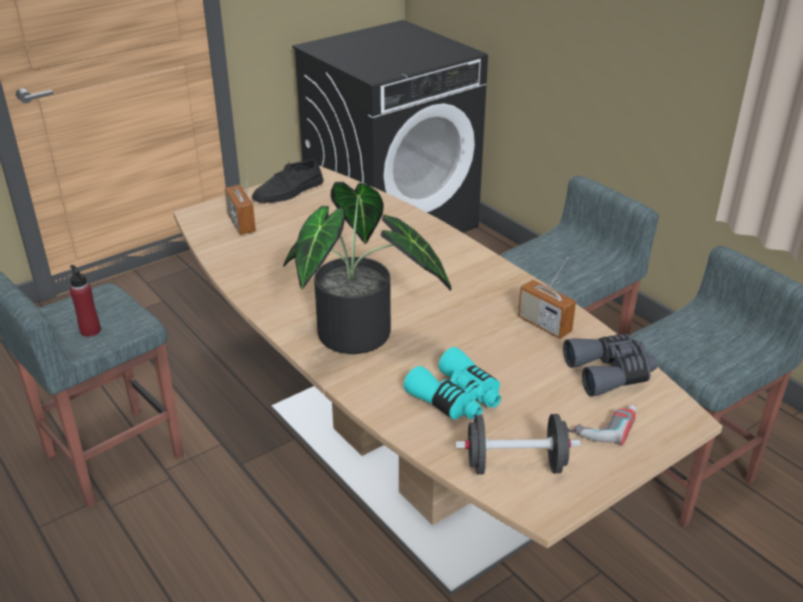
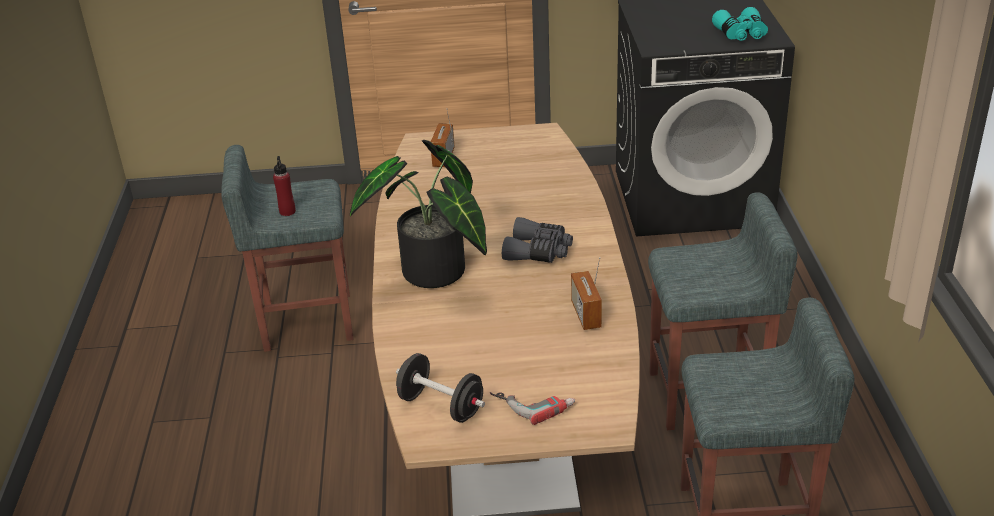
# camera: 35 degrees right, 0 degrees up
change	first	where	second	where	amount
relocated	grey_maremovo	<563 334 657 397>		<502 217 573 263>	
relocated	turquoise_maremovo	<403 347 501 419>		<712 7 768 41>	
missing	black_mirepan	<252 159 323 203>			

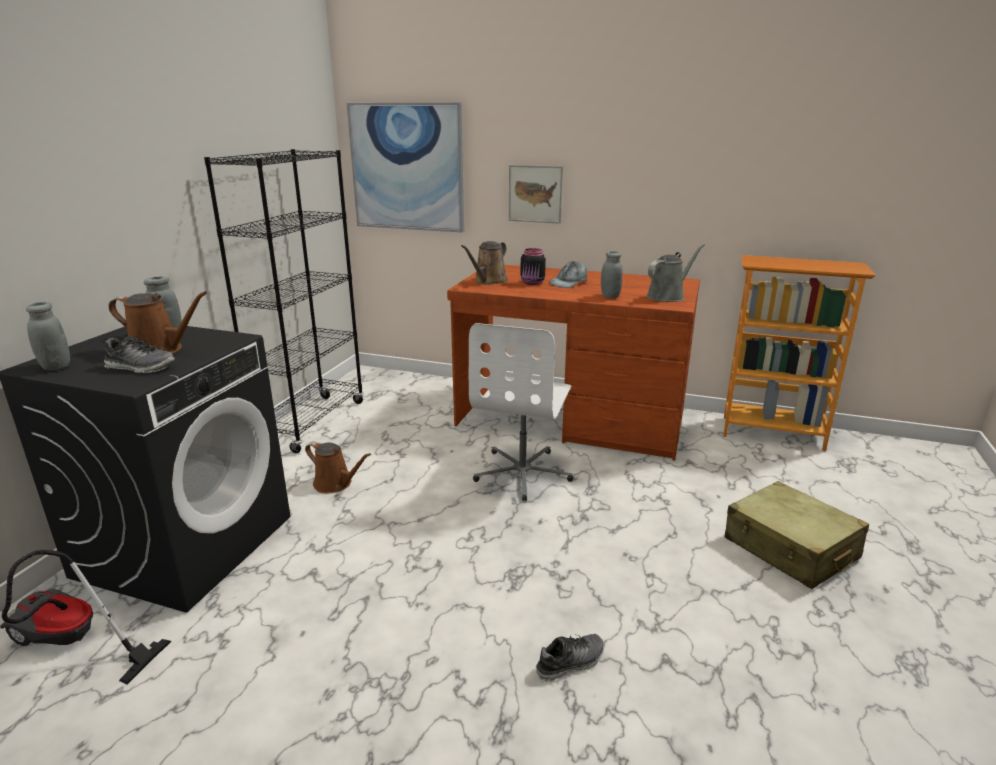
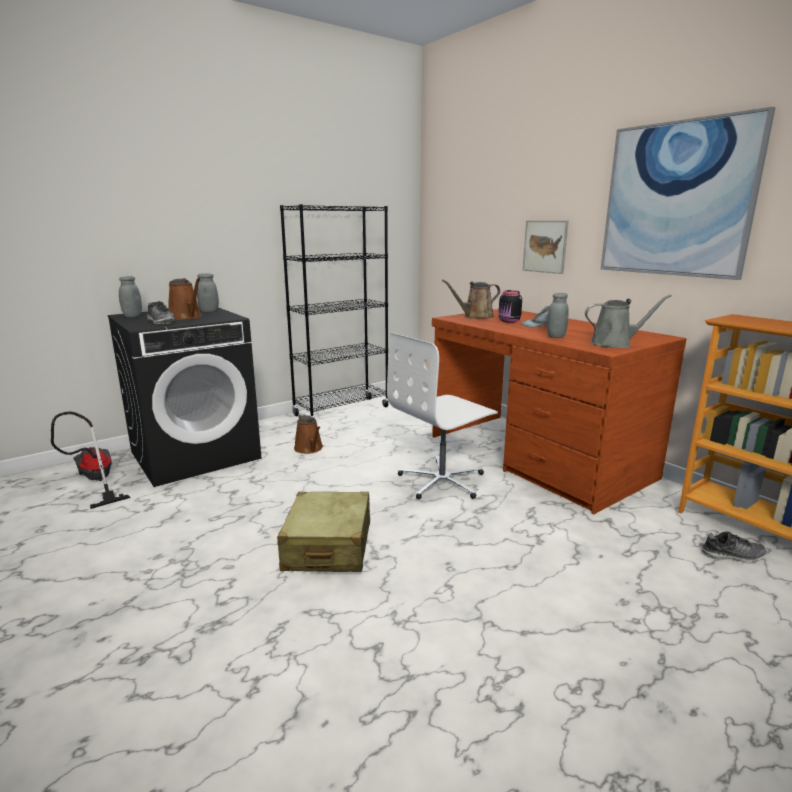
# camera: 35 degrees right, 5 degrees down
change	first	where	second	where	amount
relocated	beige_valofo	<725 481 869 589>		<277 492 370 572>	
relocated	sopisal	<347 103 464 232>		<601 107 776 280>	
relocated	mirepan	<536 634 604 682>		<701 532 767 563>	

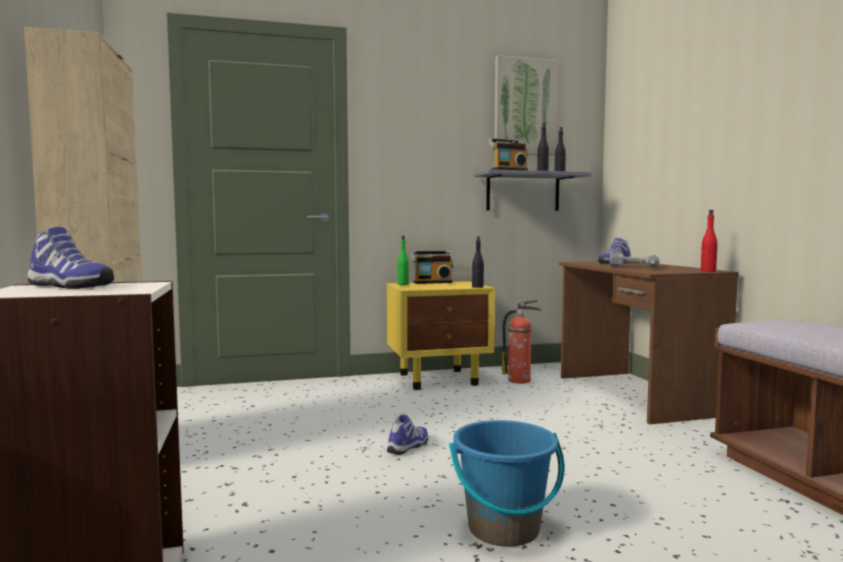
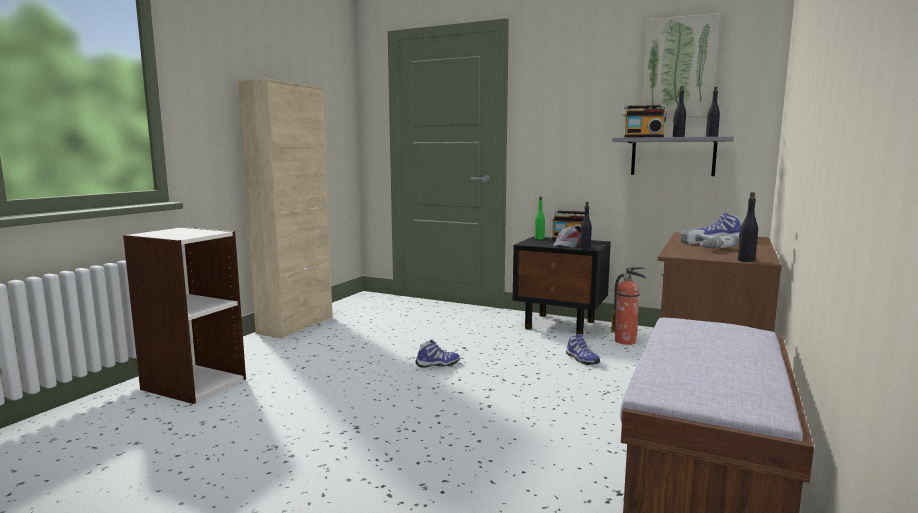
# camera: 40 degrees right, 5 degrees up
change	first	where	second	where	amount
colour	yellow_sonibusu	<386 281 495 390>	black_sonibusu	<513 236 611 334>	
appeared			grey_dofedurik	<553 226 580 248>	
relocated	mirepan	<28 227 114 289>		<566 334 600 365>	
colour	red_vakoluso	<701 210 718 272>	black_vakoluso	<738 192 758 262>	
missing	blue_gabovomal	<449 420 564 547>			

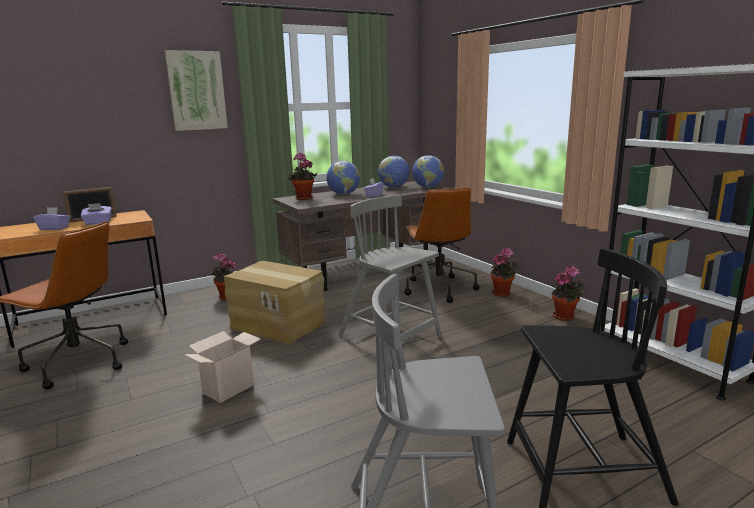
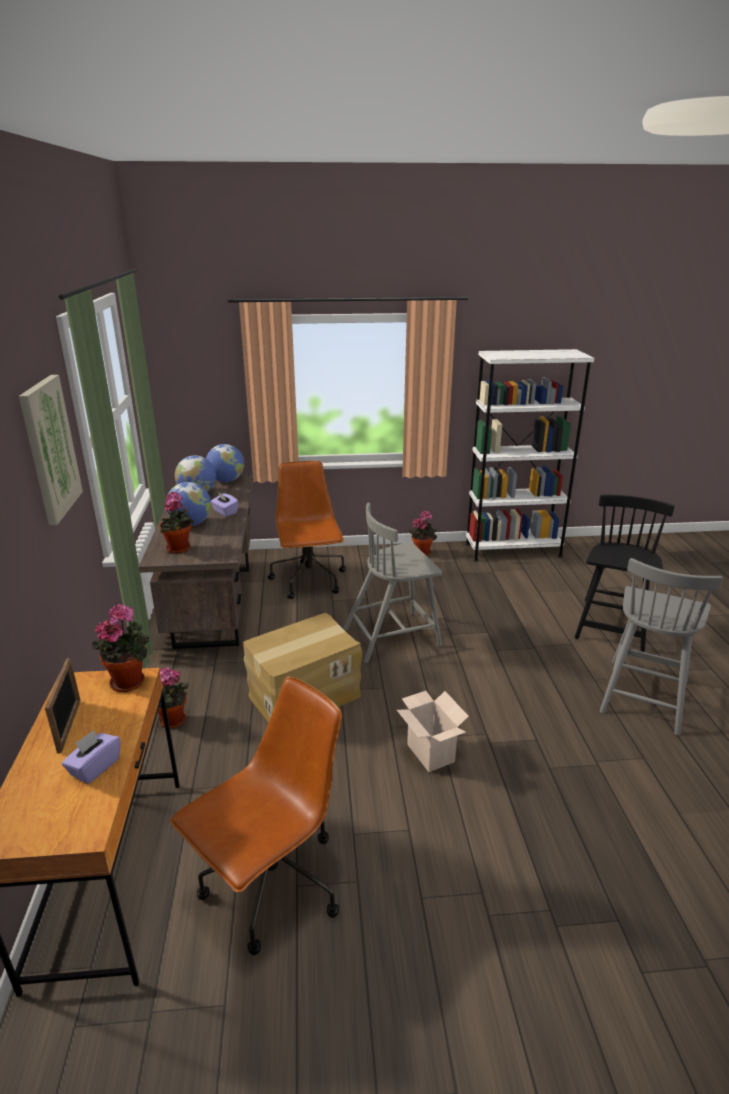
# camera: 65 degrees left, 10 degrees up
change	first	where	second	where	amount
relocated	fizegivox	<490 248 519 297>		<92 604 149 692>	
spun	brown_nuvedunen	<404 188 480 303>		<268 461 346 599>	120 degrees counterclockwise
missing	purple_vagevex	<81 203 112 225>			

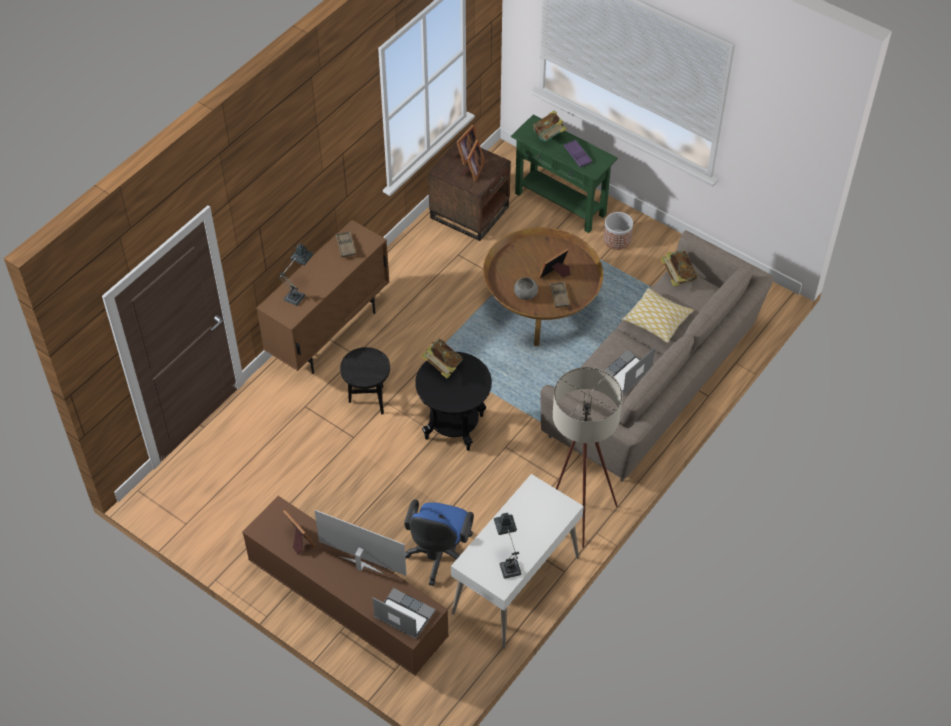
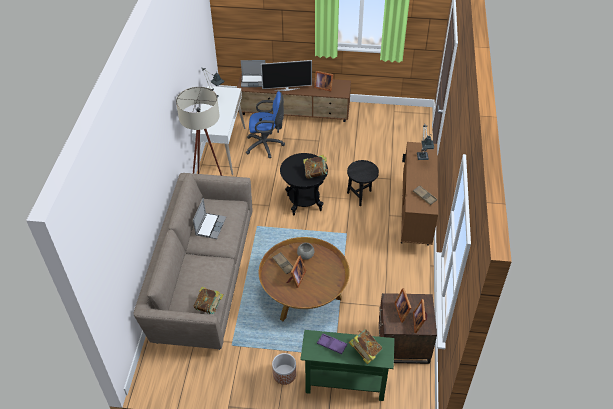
# camera: 150 degrees right, 5 degrees down
change	first	where	second	where	amount
spun	blue_nuvedunen	<404 499 474 586>		<246 91 285 158>	105 degrees clockwise
missing	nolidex	<622 288 694 344>			

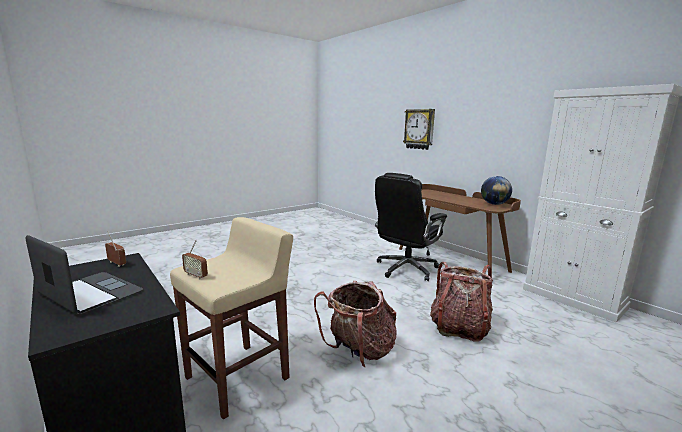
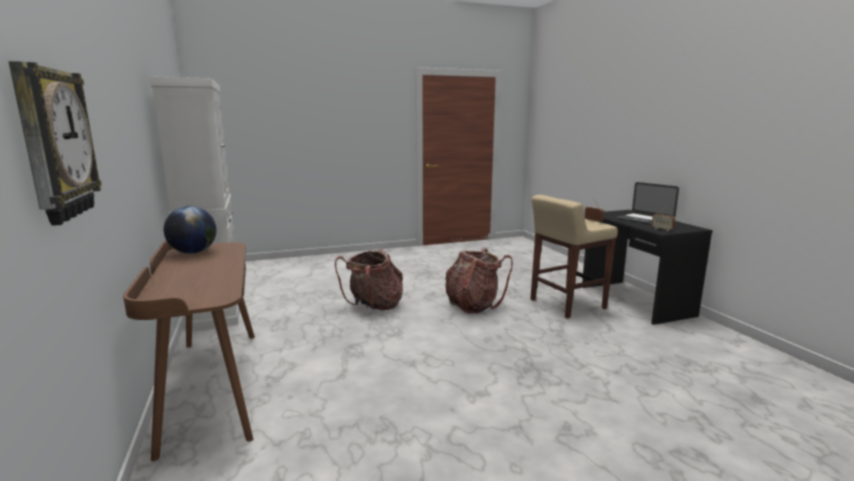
# camera: 160 degrees left, 0 degrees up
change	first	where	second	where	amount
missing	black_nuvedunen	<375 173 447 281>			

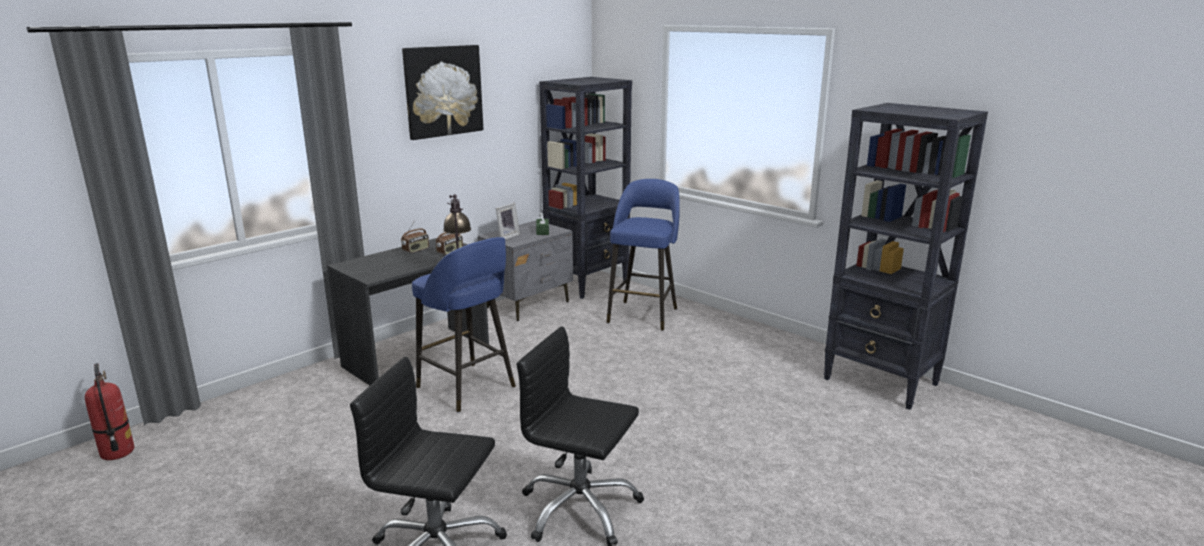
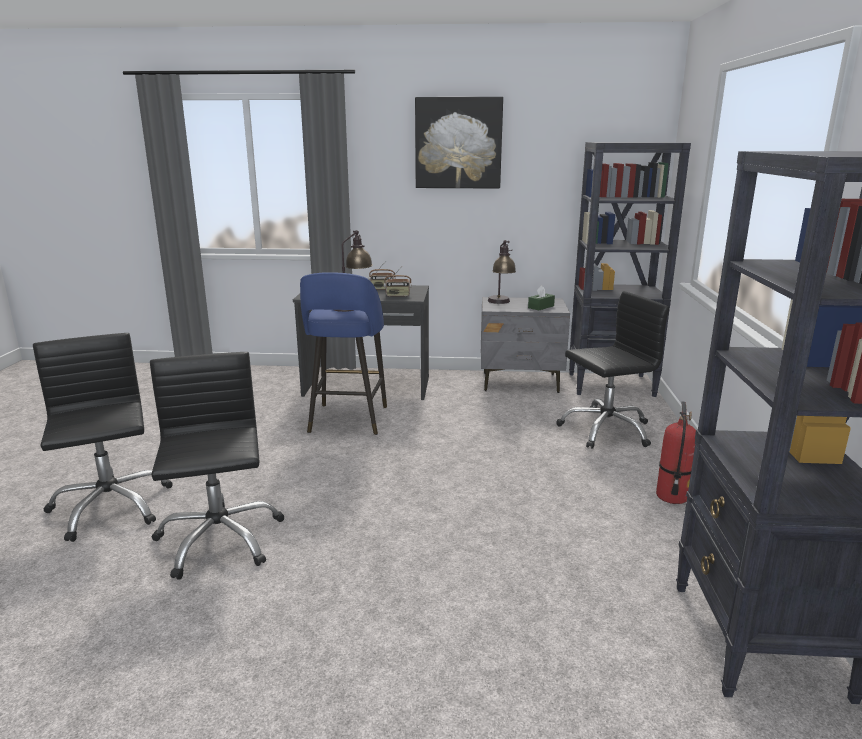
# camera: 50 degrees right, 0 degrees up
change	first	where	second	where	amount
exchanged	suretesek	<496 203 520 239>	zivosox	<488 240 516 304>	
exchanged	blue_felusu	<607 179 680 331>	black_nuvedunen	<556 291 669 449>	
relocated	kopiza	<85 363 134 460>		<656 402 696 504>	

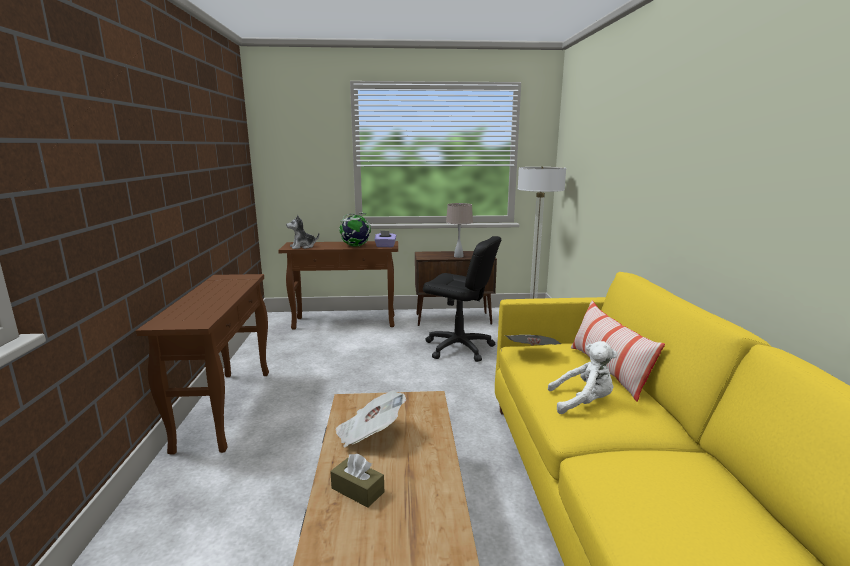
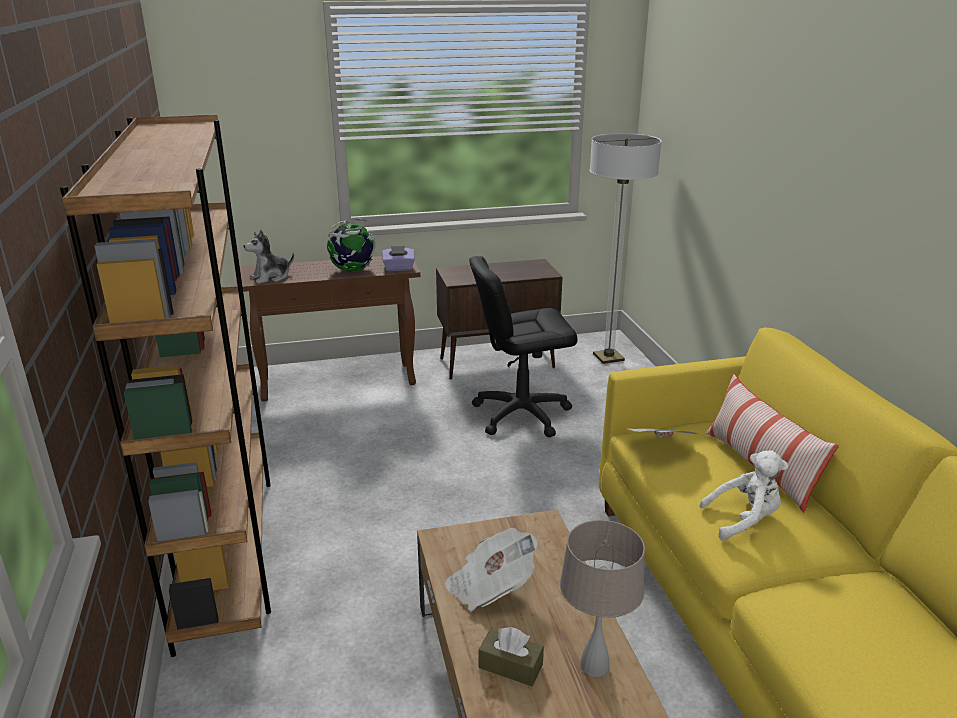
# camera: 10 degrees left, 10 degrees up
change	first	where	second	where	amount
exchanged	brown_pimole	<136 274 269 455>	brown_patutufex	<60 115 271 657>	
spun	black_nuvedunen	<423 236 501 362>		<469 256 578 437>	150 degrees clockwise
relocated	beige_zivosox	<446 203 473 258>		<560 520 645 677>	

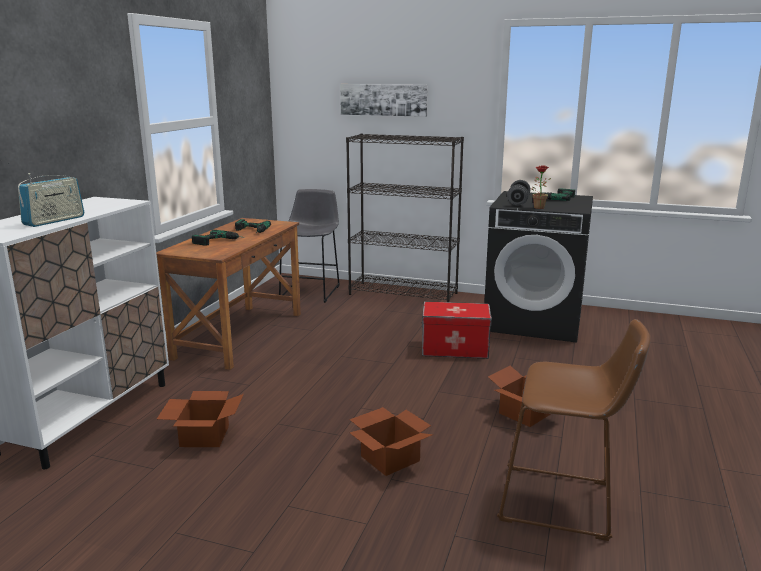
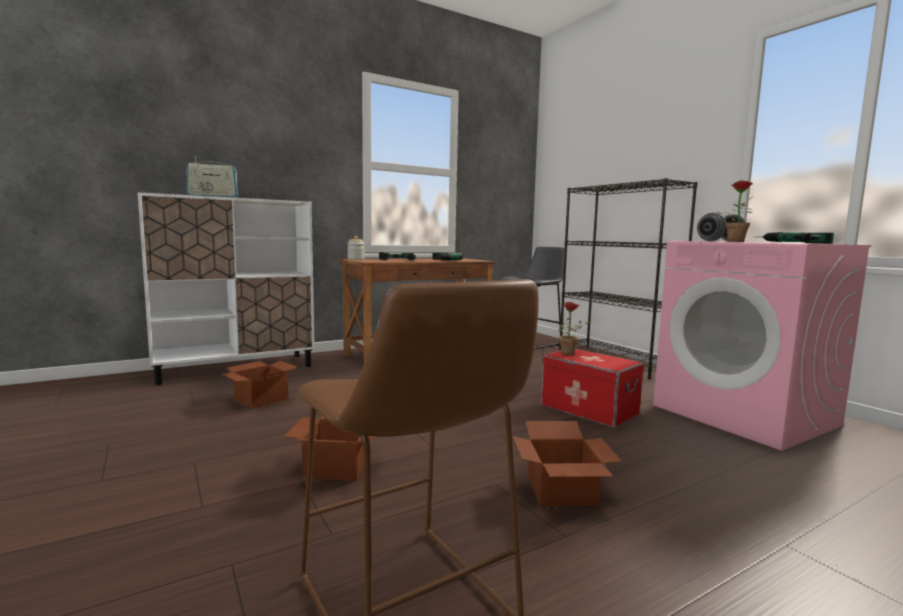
# camera: 40 degrees right, 10 degrees down
change	first	where	second	where	amount
appeared			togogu	<347 236 365 260>	
appeared			fizegivox	<558 302 592 355>	
colour	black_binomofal	<484 191 593 343>	pink_binomofal	<653 241 871 451>	
missing	sopisal	<340 84 428 117>			

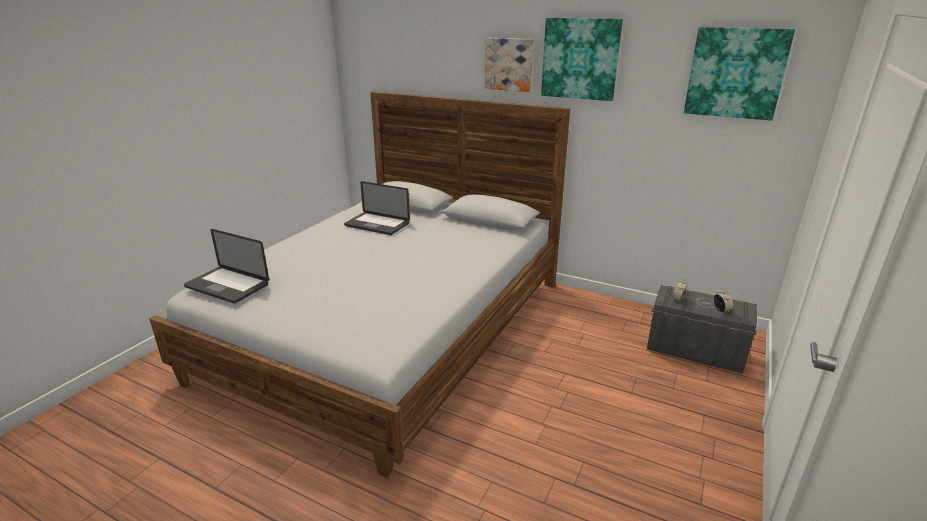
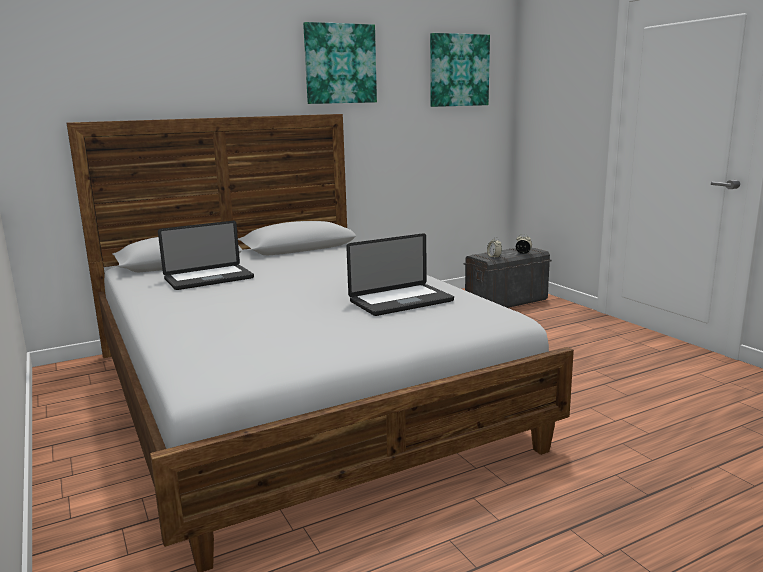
# camera: 55 degrees left, 10 degrees down
change	first	where	second	where	amount
relocated	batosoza	<184 229 269 303>		<346 233 454 316>	
missing	sopisal	<485 38 533 92>			

